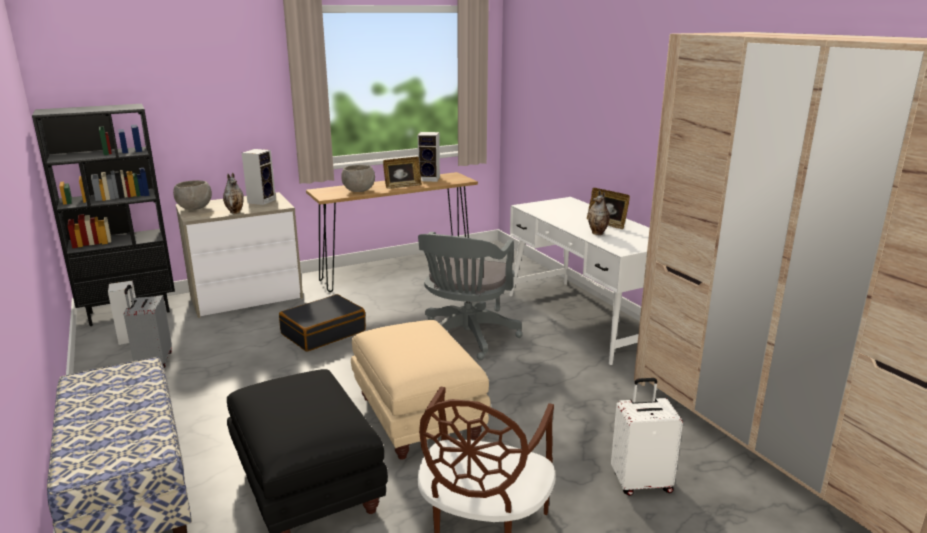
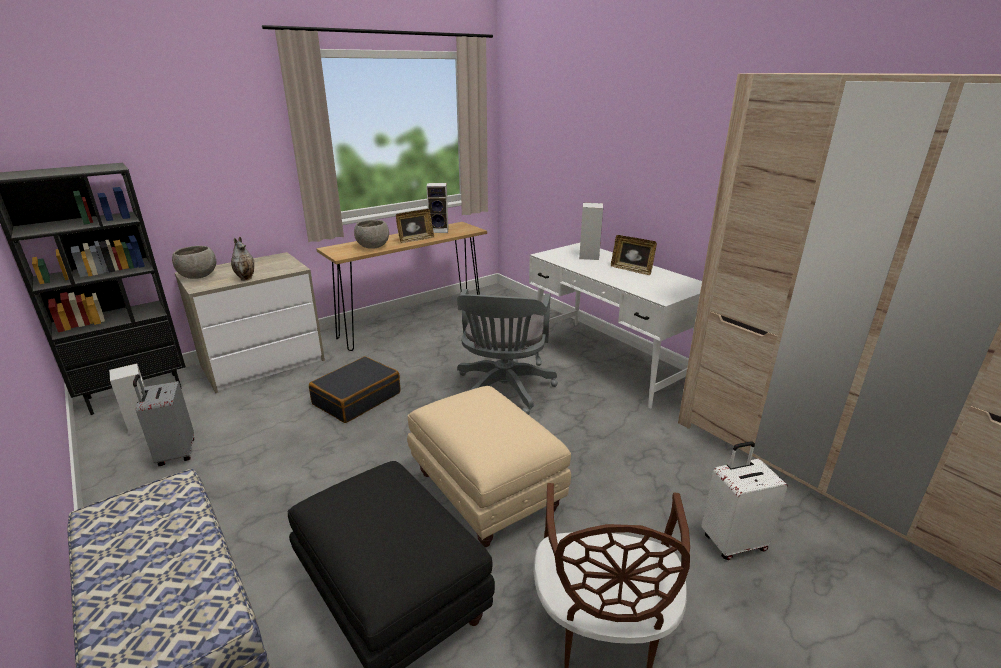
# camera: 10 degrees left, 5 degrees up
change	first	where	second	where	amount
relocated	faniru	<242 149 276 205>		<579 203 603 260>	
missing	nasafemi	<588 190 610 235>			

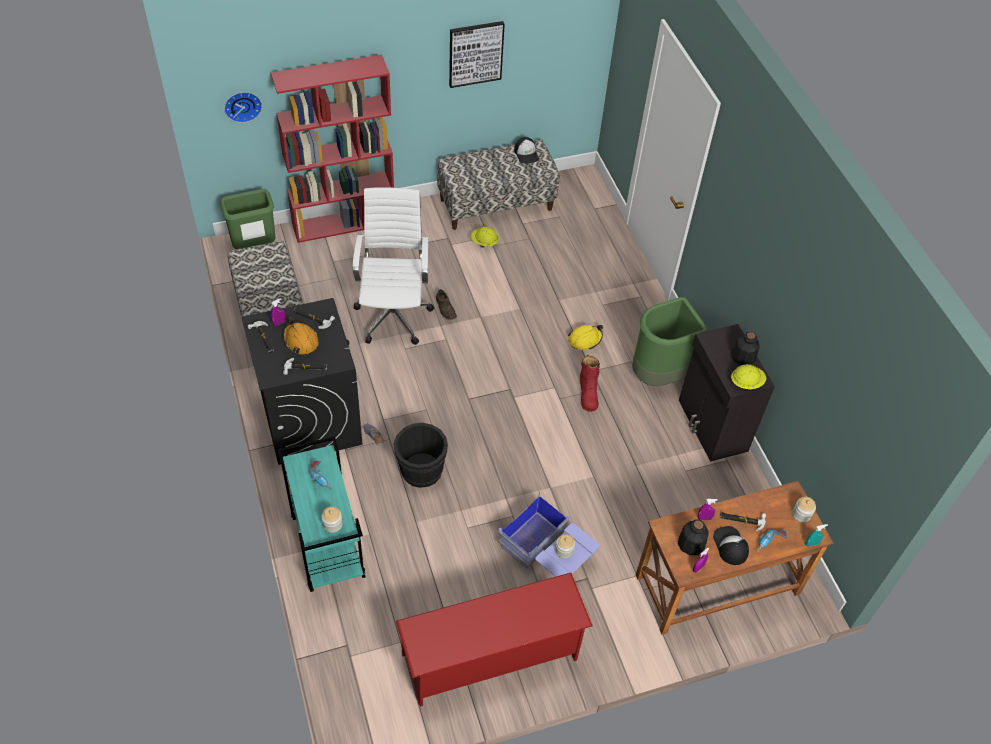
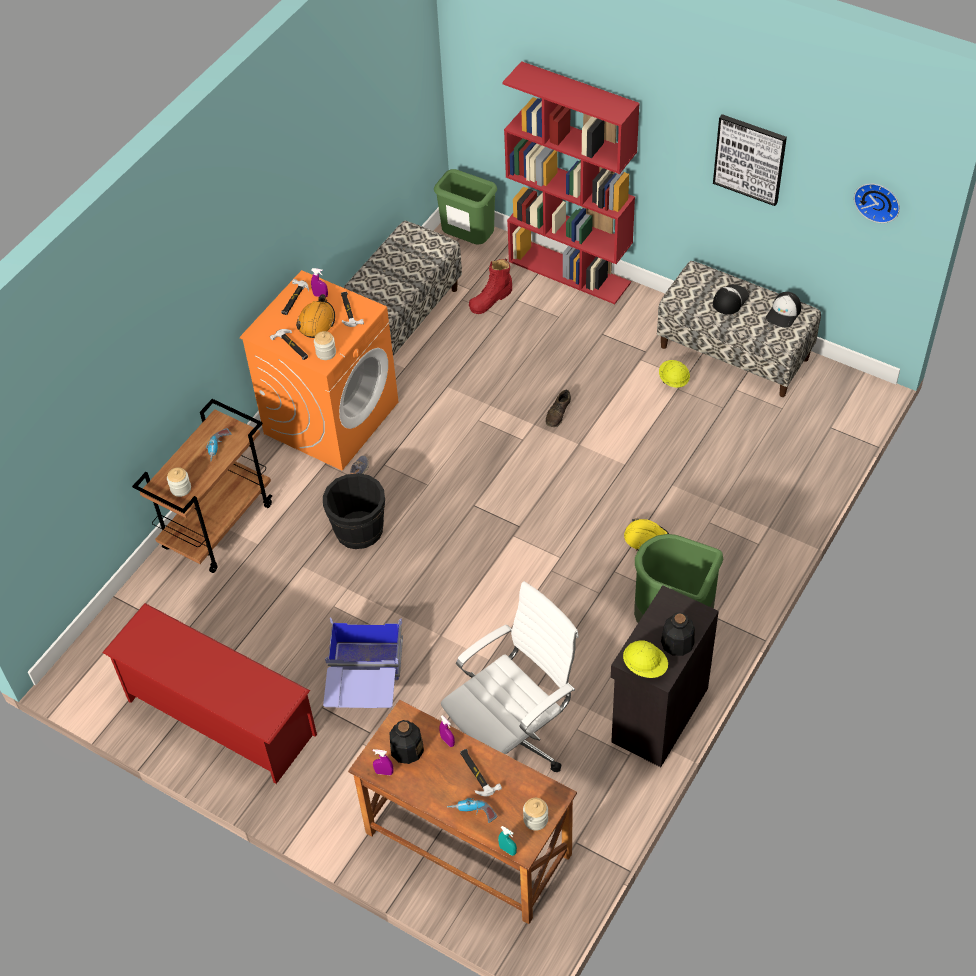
# camera: 55 degrees right, 0 degrees up
change	first	where	second	where	amount
colour	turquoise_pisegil	<278 436 365 592>	brown_pisegil	<132 399 272 573>	
colour	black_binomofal	<242 298 362 465>	orange_binomofal	<240 270 399 470>	
relocated	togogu	<555 534 575 559>		<314 331 336 360>	
relocated	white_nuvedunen	<352 187 434 345>		<441 581 579 772>	
relocated	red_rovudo	<580 355 600 412>		<469 259 512 314>	
relocated	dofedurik	<713 526 749 565>		<713 284 749 315>	
relocated	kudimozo	<224 92 262 123>		<854 183 900 223>	

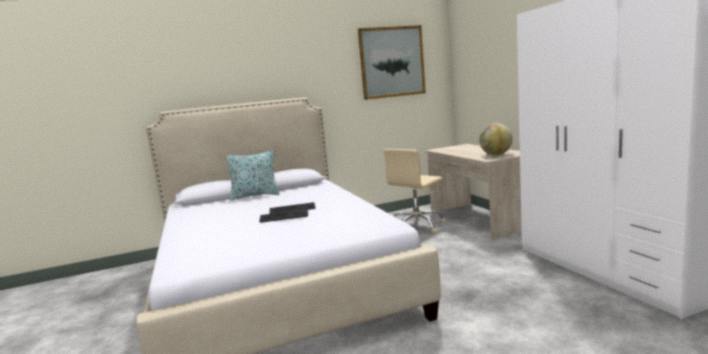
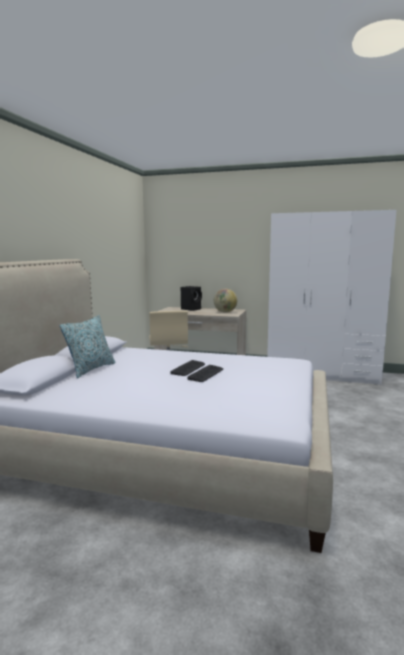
# camera: 55 degrees left, 0 degrees up
change	first	where	second	where	amount
appeared			black_faniru	<181 286 202 311>	
missing	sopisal	<358 25 426 100>			

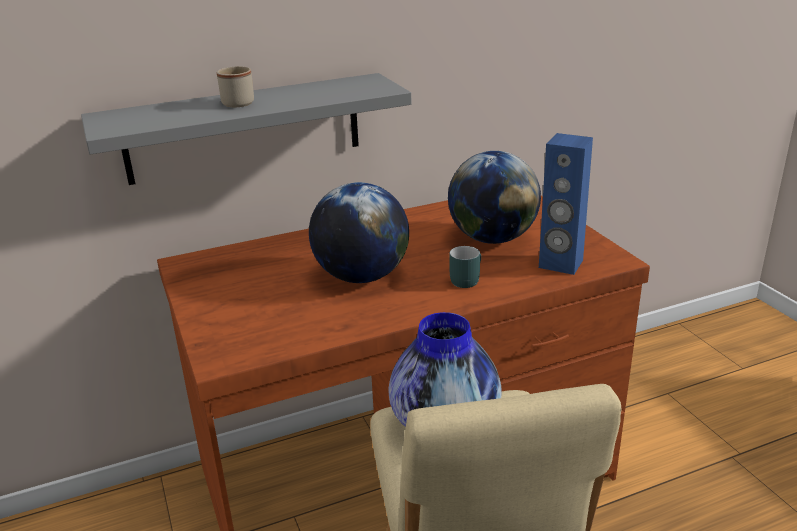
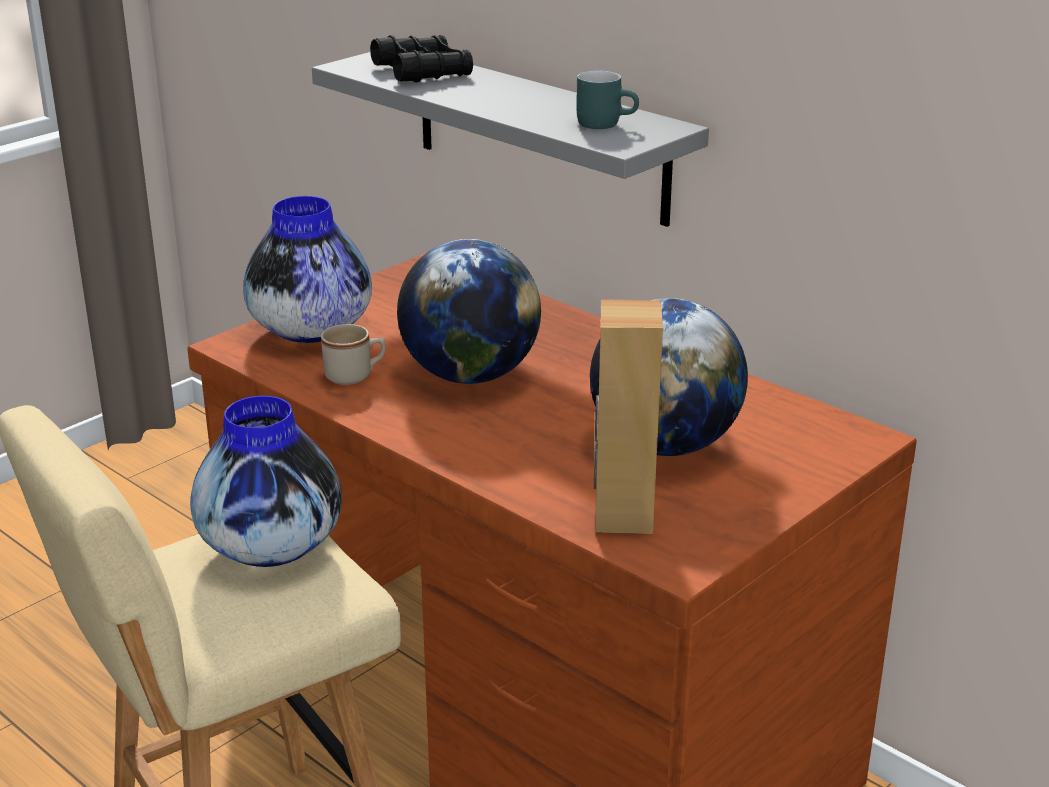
# camera: 65 degrees right, 0 degrees up
change	first	where	second	where	amount
appeared			nasafemi	<243 196 372 343>	
relocated	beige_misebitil	<217 66 254 108>		<321 324 386 385>	
appeared			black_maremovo	<370 35 473 83>	
relocated	turquoise_misebitil	<449 246 481 288>		<577 70 639 129>	
colour	blue_faniru	<539 133 593 275>	brown_faniru	<594 299 663 534>	

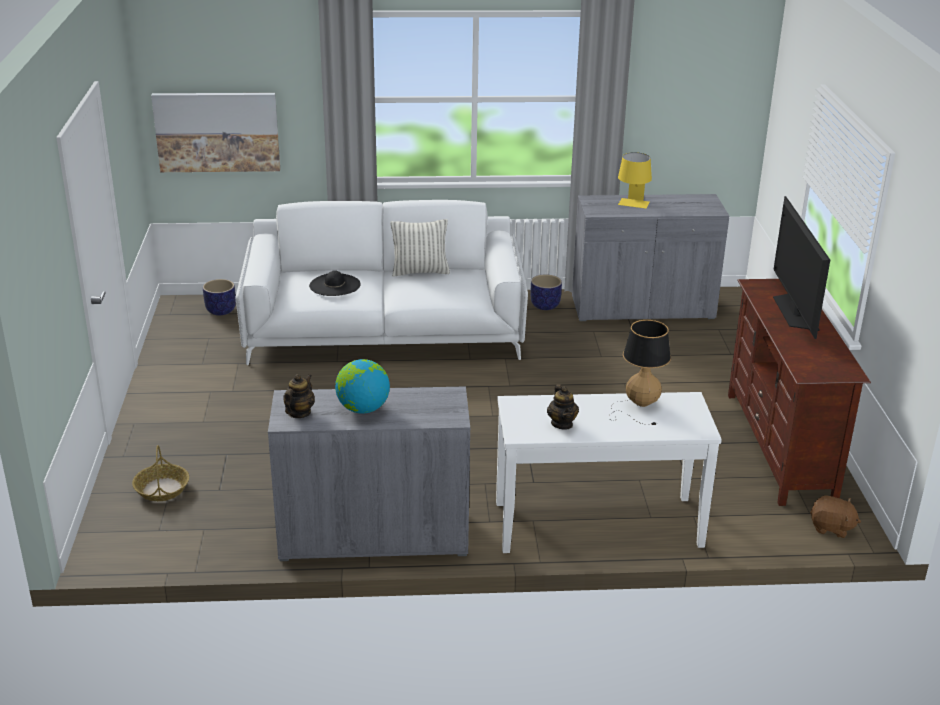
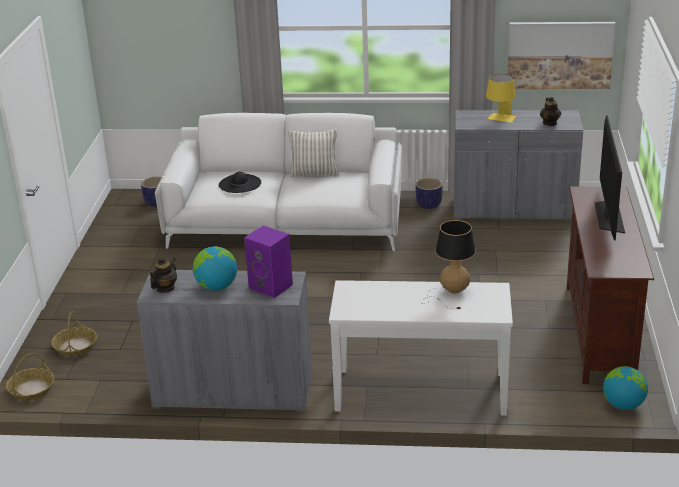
# camera: 10 degrees right, 0 degrees up
change	first	where	second	where	amount
appeared			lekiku	<6 353 54 400>	
appeared			purple_faniru	<244 225 293 298>	
relocated	sopisal	<151 93 280 172>		<507 22 616 89>	
relocated	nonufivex	<547 384 579 430>		<540 97 561 126>	
exchanged	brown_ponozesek	<810 495 861 538>	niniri	<603 366 648 410>	

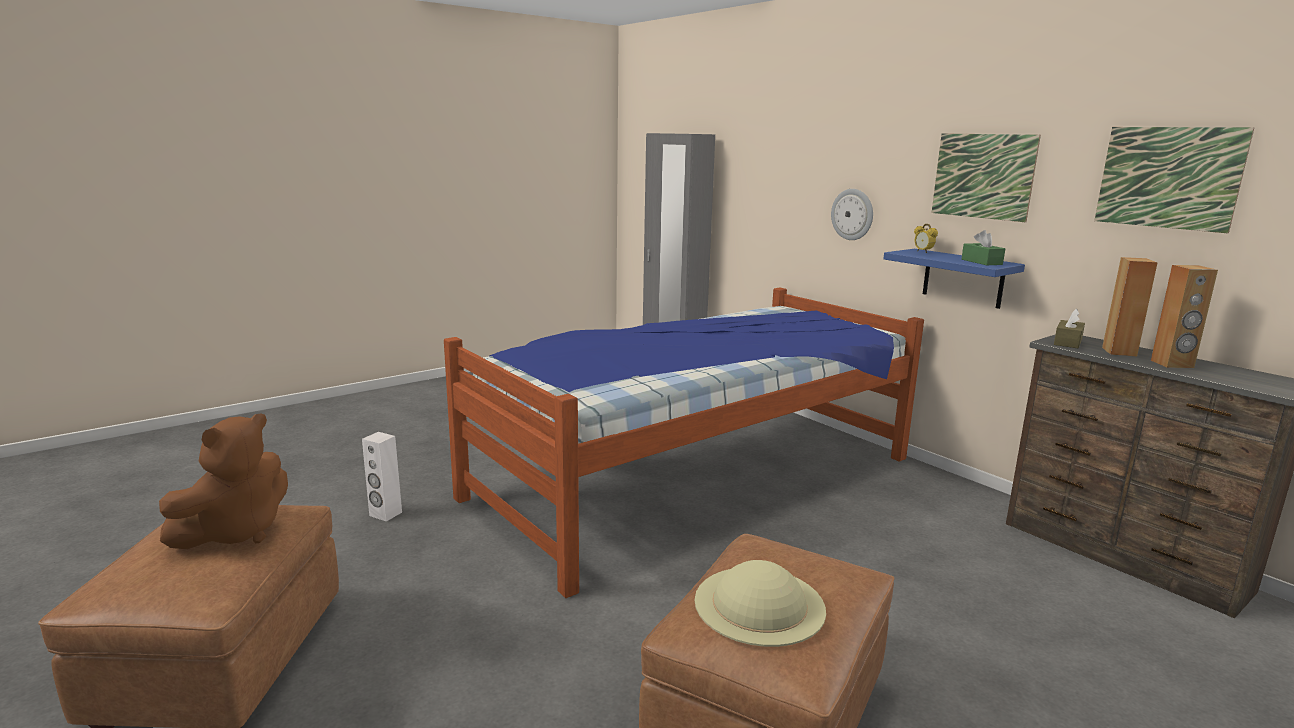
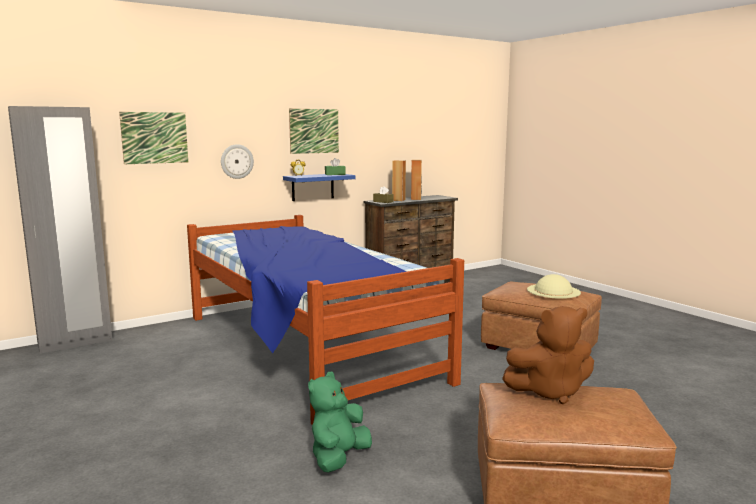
# camera: 85 degrees left, 5 degrees down
change	first	where	second	where	amount
relocated	sopisal	<1094 127 1255 233>		<119 112 188 164>	
exchanged	white_faniru	<362 432 402 522>	green_ponozesek	<308 372 372 473>	
spun	brown_ponozesek	<159 413 288 549>		<502 306 594 404>	135 degrees clockwise

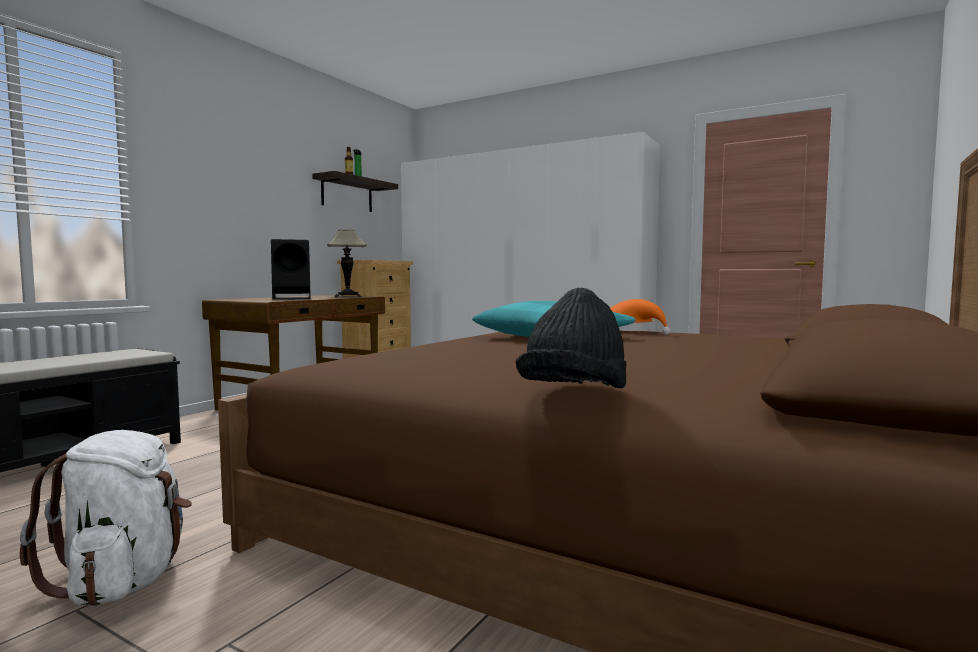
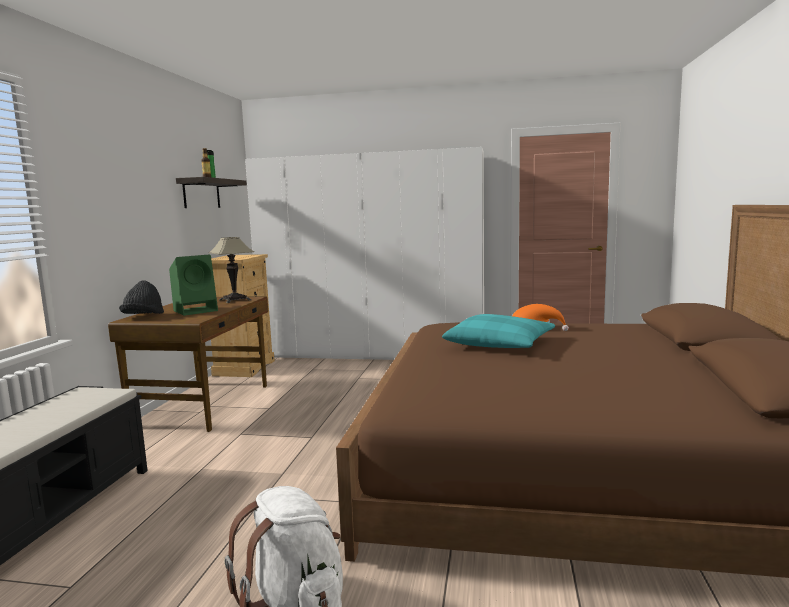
# camera: 20 degrees left, 5 degrees up
change	first	where	second	where	amount
relocated	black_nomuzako	<516 287 626 388>		<119 280 164 314>	
colour	black_faniru	<271 239 311 300>	green_faniru	<169 255 218 316>	

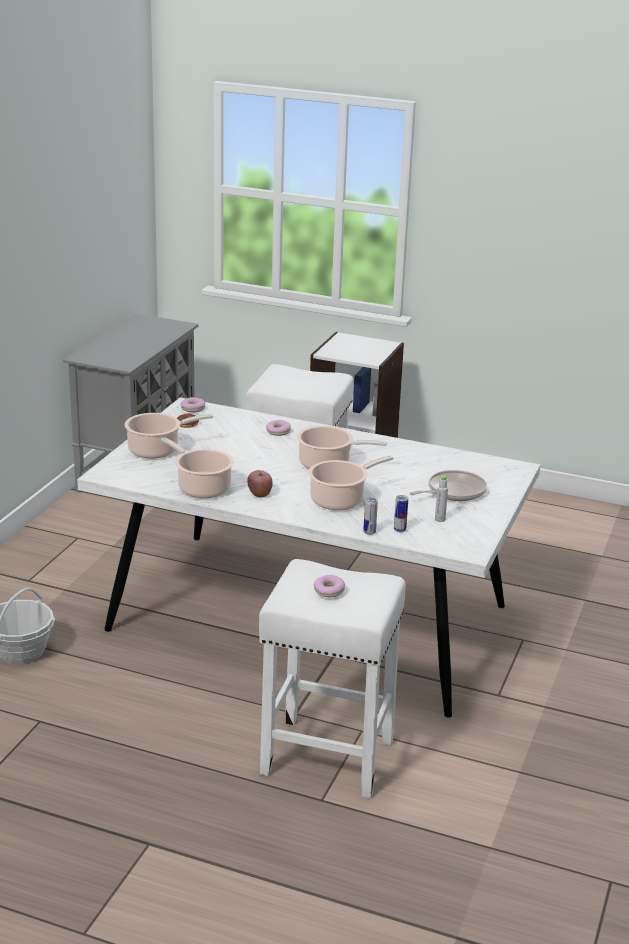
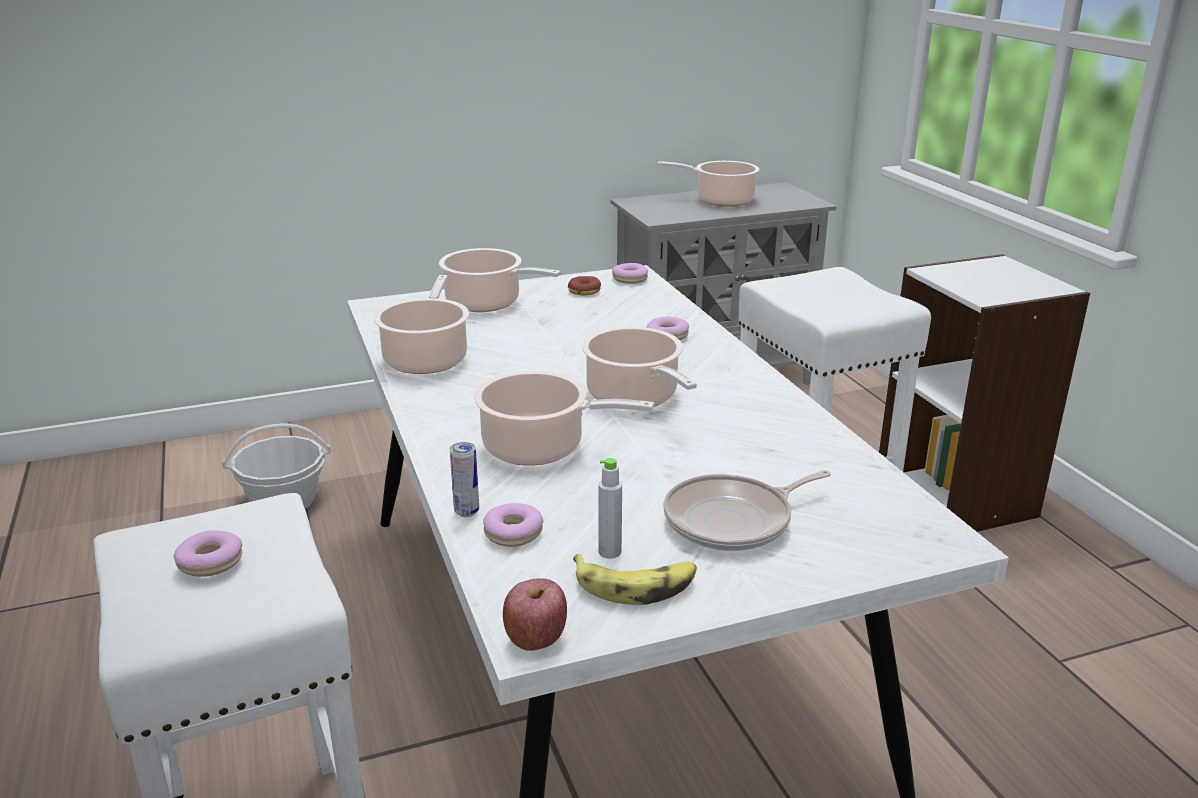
# camera: 50 degrees right, 0 degrees up
change	first	where	second	where	amount
exchanged	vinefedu	<394 495 408 532>	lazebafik	<483 503 543 547>	
relocated	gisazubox	<247 470 273 497>		<503 579 567 651>	
appeared			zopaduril	<573 554 697 605>	
appeared			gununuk	<657 161 760 207>	
spun	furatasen	<409 470 487 501>		<663 470 831 551>	135 degrees clockwise

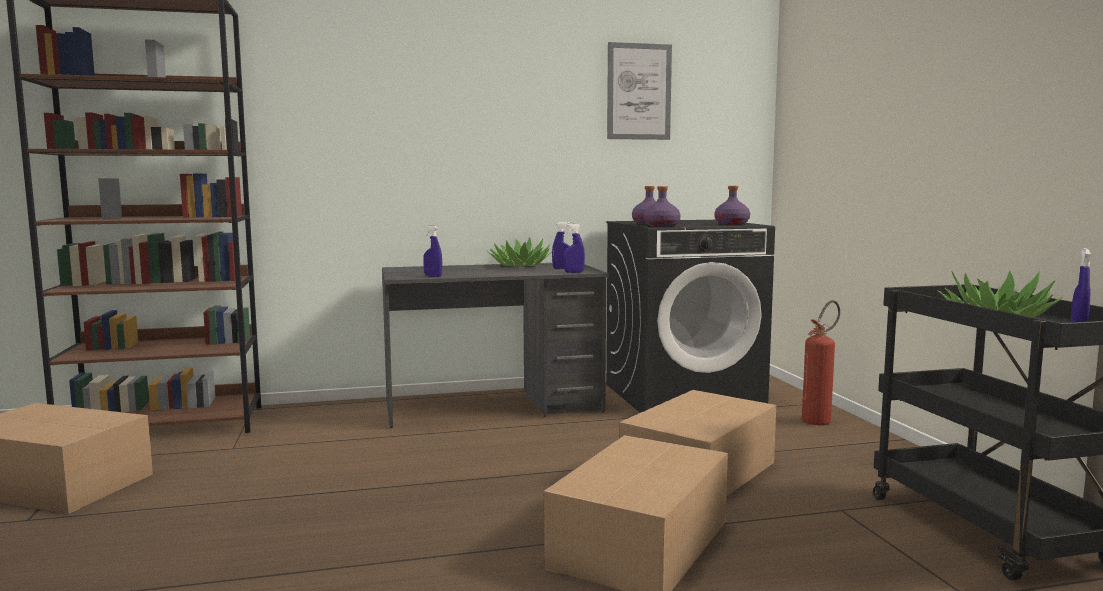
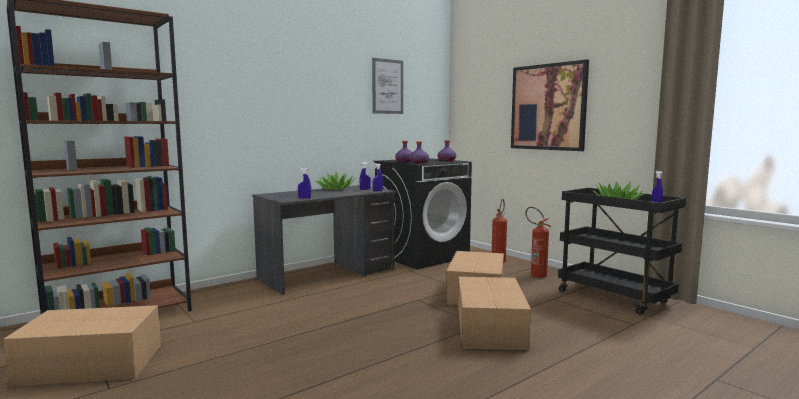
# camera: 25 degrees left, 0 degrees up
change	first	where	second	where	amount
appeared			sopisal	<511 59 589 151>	
appeared			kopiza	<525 207 551 278>	

